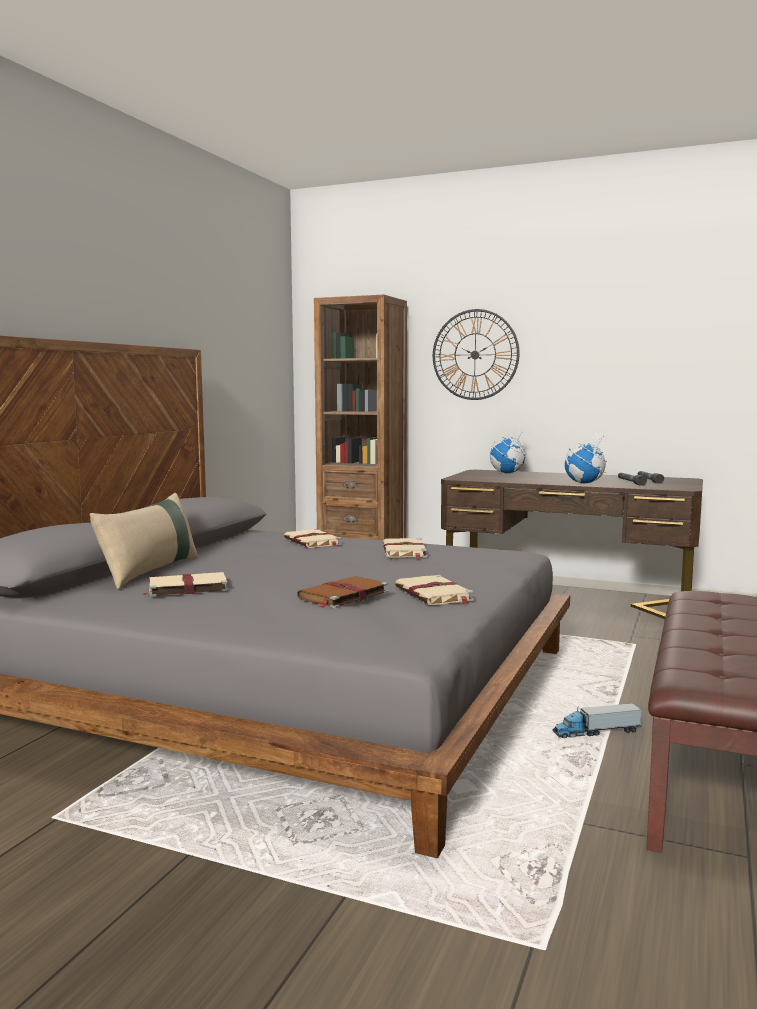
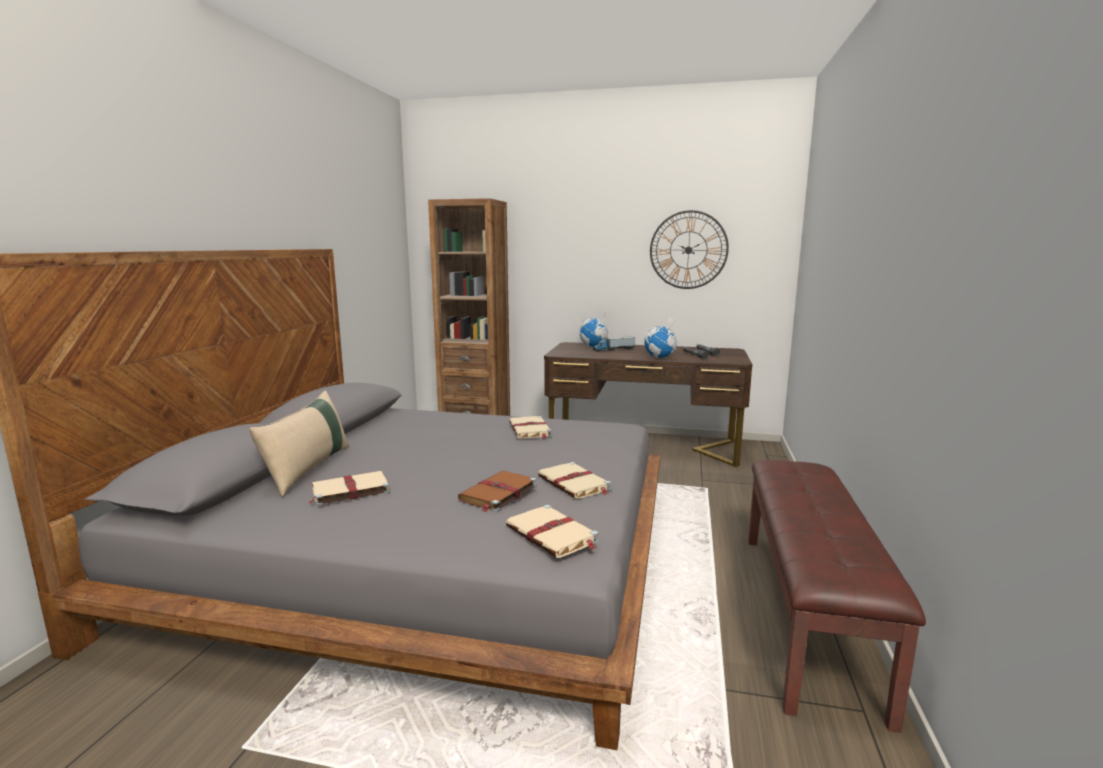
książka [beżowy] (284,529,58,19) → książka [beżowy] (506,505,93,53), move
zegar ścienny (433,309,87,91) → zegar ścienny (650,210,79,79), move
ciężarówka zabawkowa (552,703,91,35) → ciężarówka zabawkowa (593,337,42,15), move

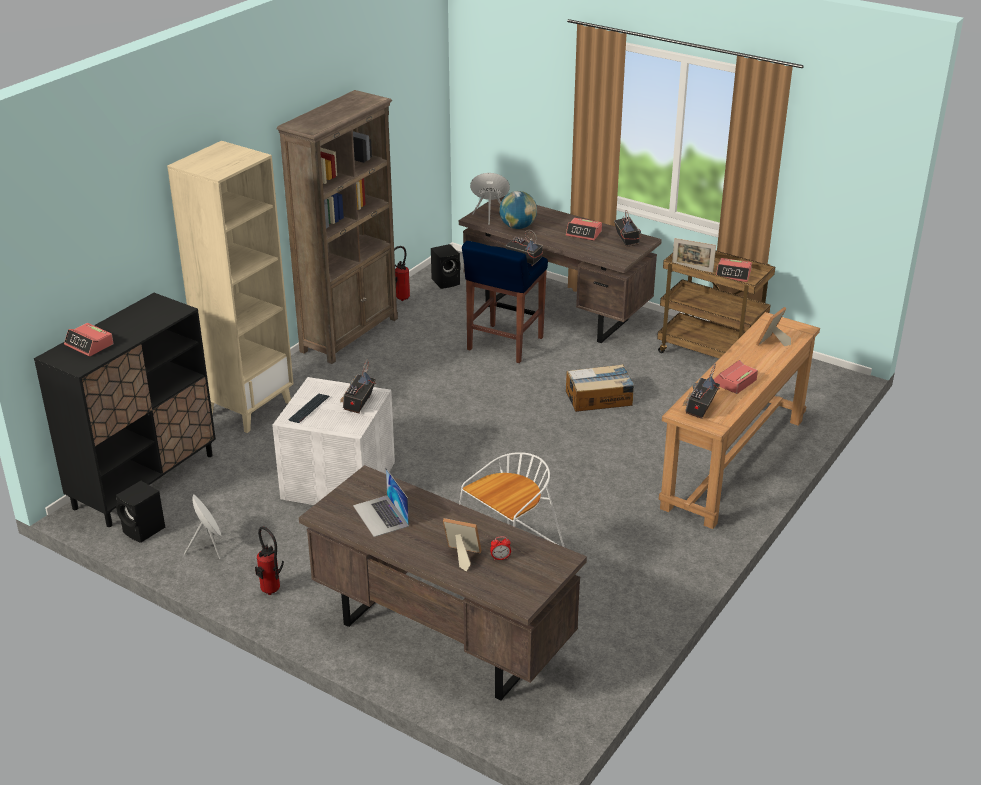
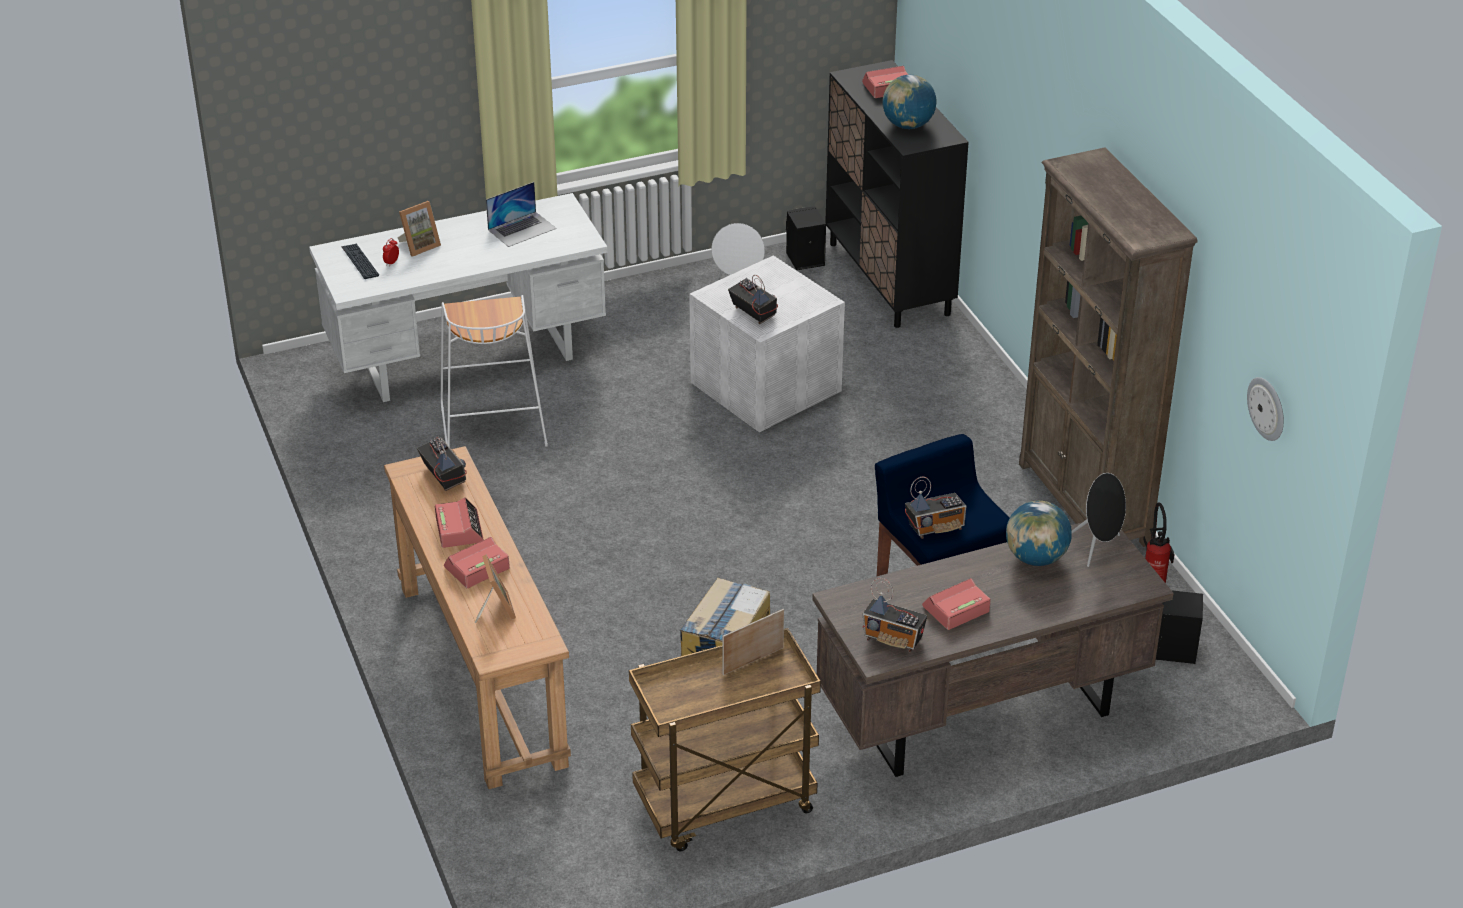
regał [beżowy] (167,141,127,292) → -
gaśnica (255,526,29,69) → -
klawiatura (288,393,42,30) → klawiatura (341,244,38,35), move
biurko [brązowy] (299,465,288,236) → biurko [biały] (309,193,299,209)
laptop (353,468,56,69) → laptop (486,182,70,65), 135 degrees clockwise
budzik (716,258,36,24) → budzik (444,537,66,51), move
- → globus (882,75,55,54)
- → zegar ścienny (1247,377,37,64)

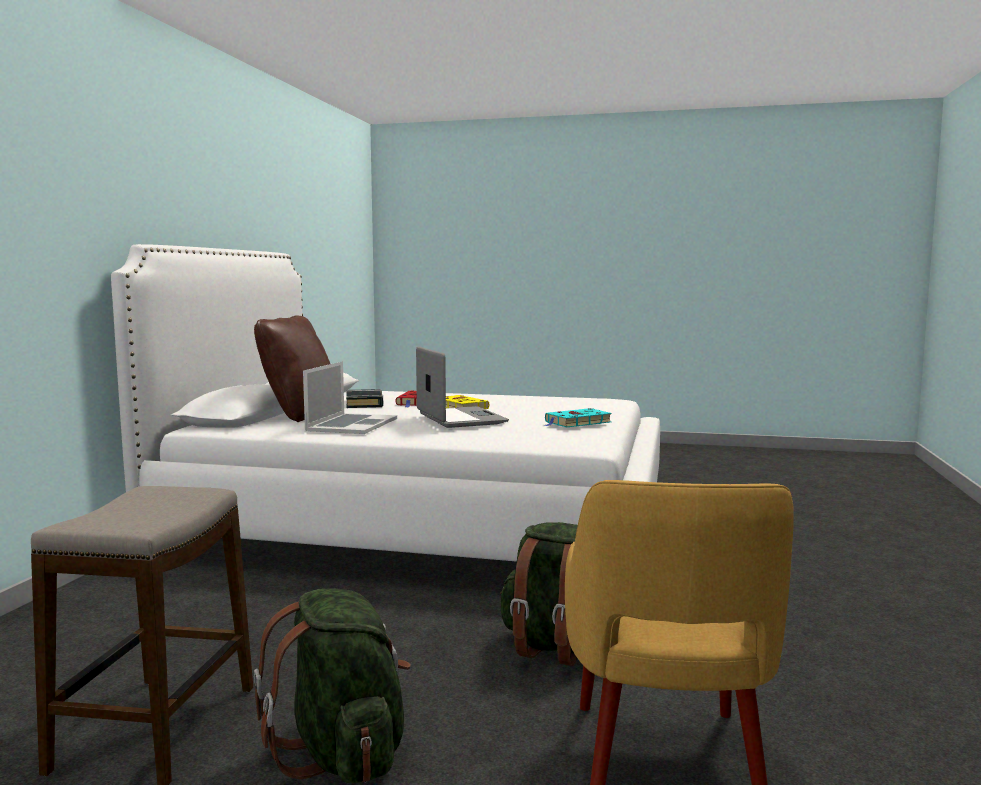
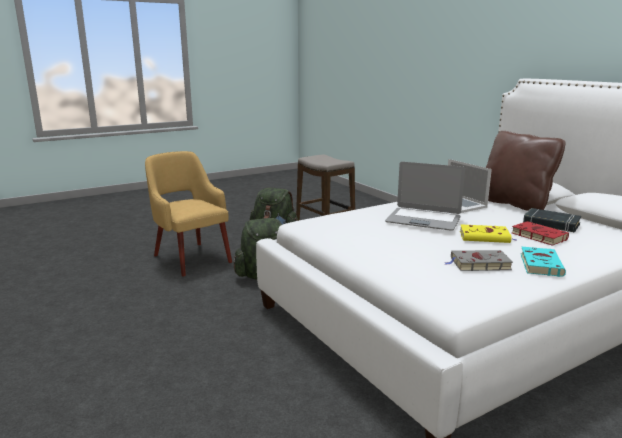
książka [turkusowy] (545,408,67,20) → książka [turkusowy] (521,246,45,31), move
- → książka [szary] (445,250,68,21)

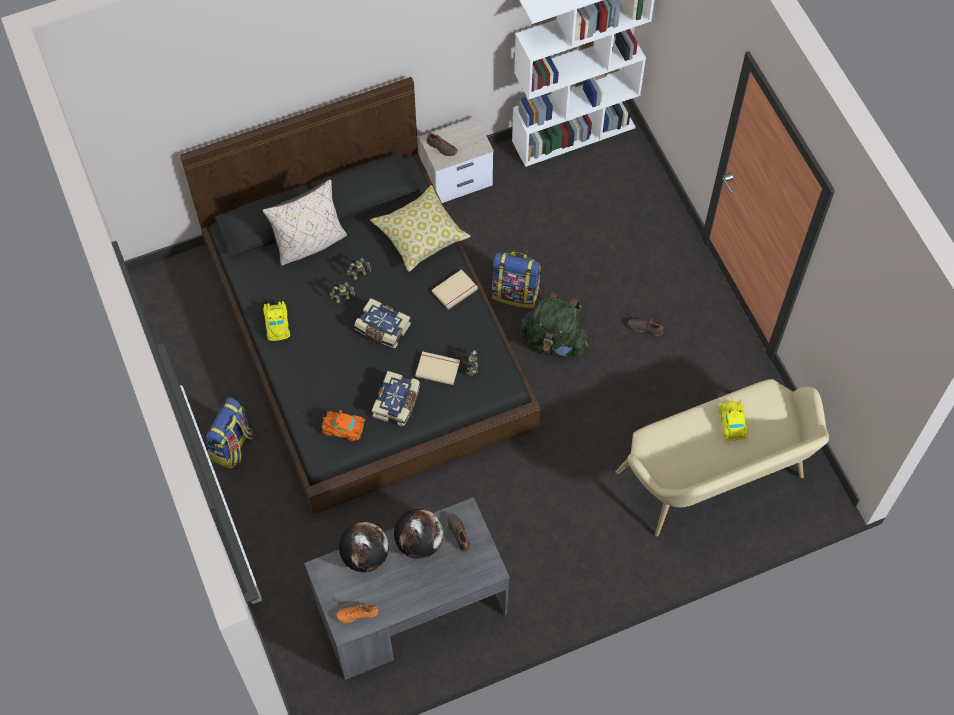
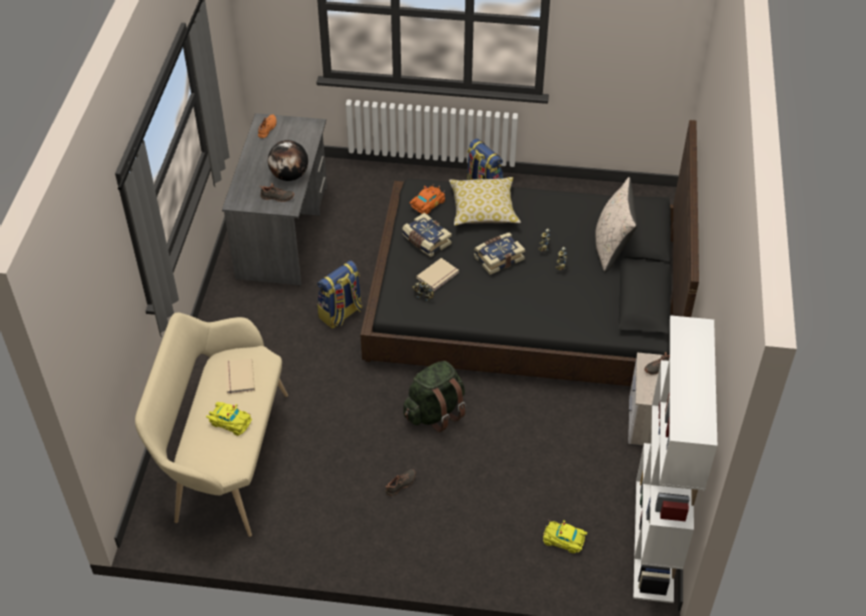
samochodzik [żółty] (263,301,27,40) → samochodzik [żółty] (543,520,44,33), move
globus (339,522,50,50) → -
poduszka (370,185,101,87) → poduszka (449,177,72,49), move
książka [beżowy] (432,269,46,41) → książka [beżowy] (225,358,30,36), move
plecak (492,252,48,56) → plecak (317,260,45,69), move

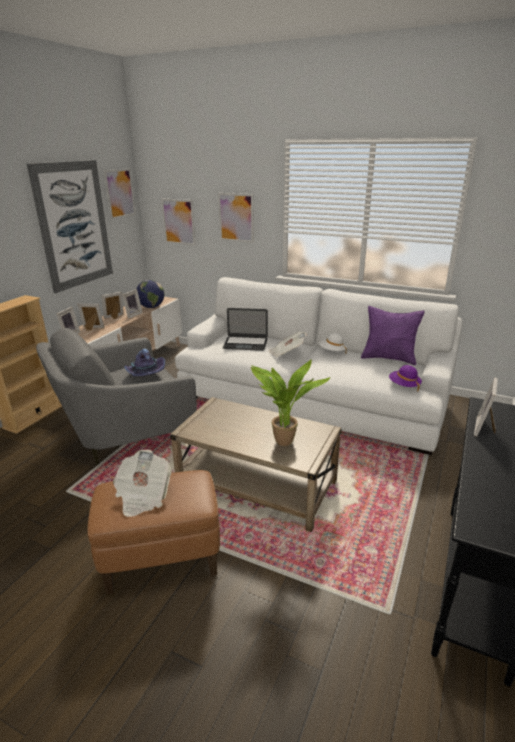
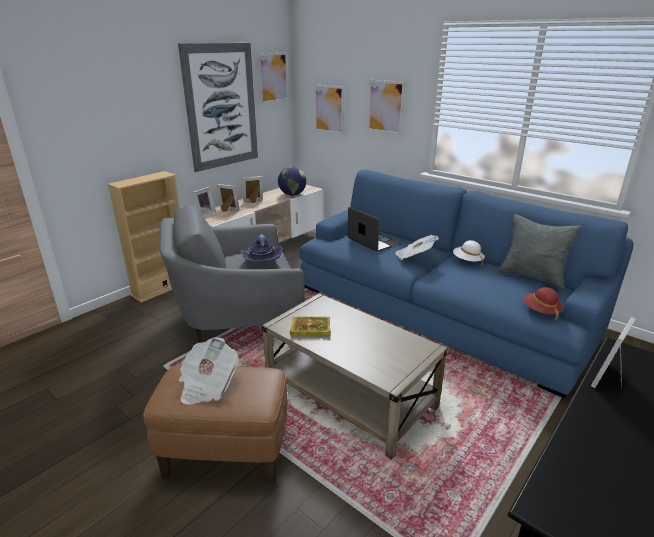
ramka na zdjęcie (122,289,21,30) → -
kanapa [biały] (175,277,288,178) → kanapa [niebieski] (300,170,334,228)
laptop (222,308,46,43) → laptop (348,207,54,45), 150 degrees counterclockwise
roślina doniczkowa (251,360,79,86) → -
poduszka [fioletowy] (361,306,64,59) → poduszka [szary] (498,214,84,75)
kapelusz [fioletowy] (389,365,33,27) → kapelusz [czerwony] (523,287,40,33)
- → książka (290,316,41,19)

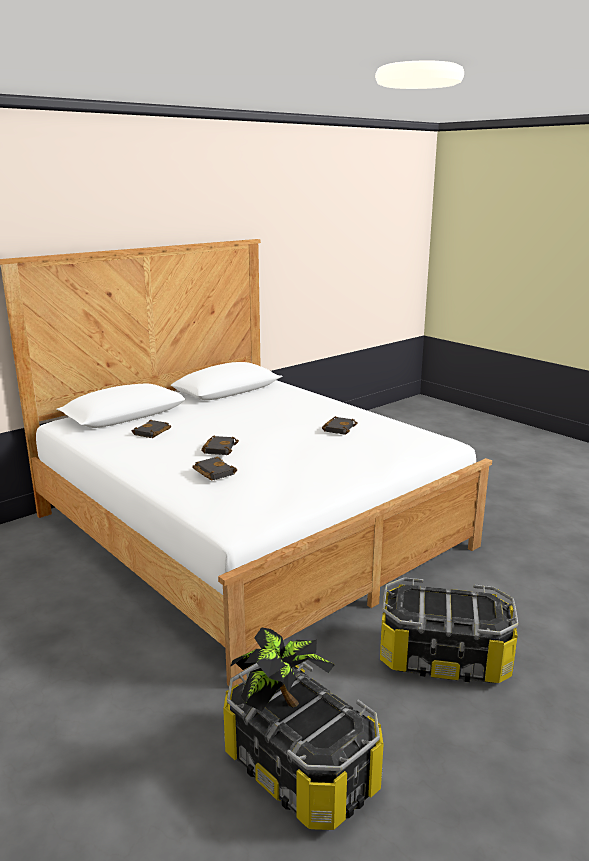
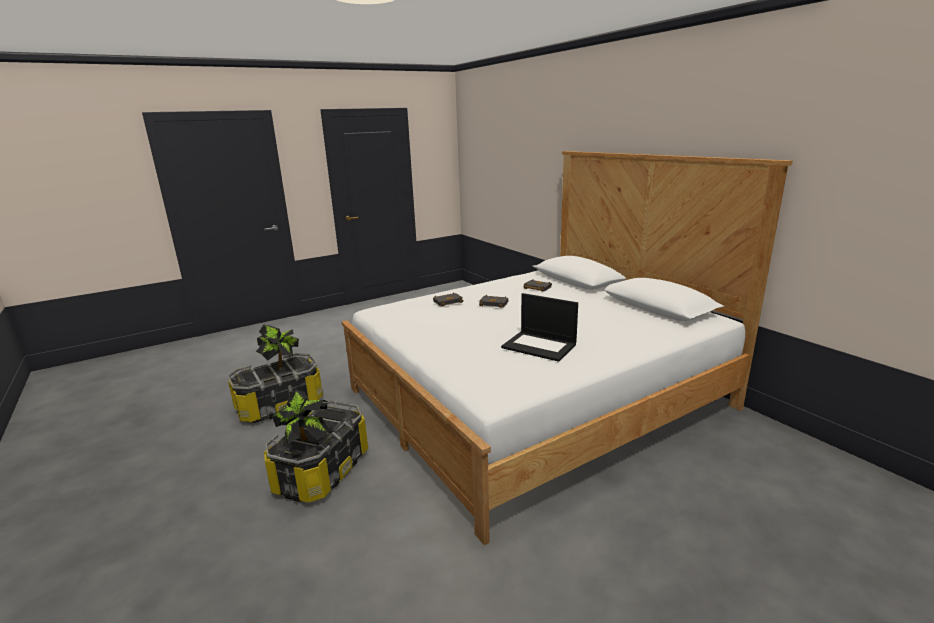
książka [czarny] (322,416,36,19) → laptop (501,293,77,69)
- → roślina doniczkowa (272,389,58,58)

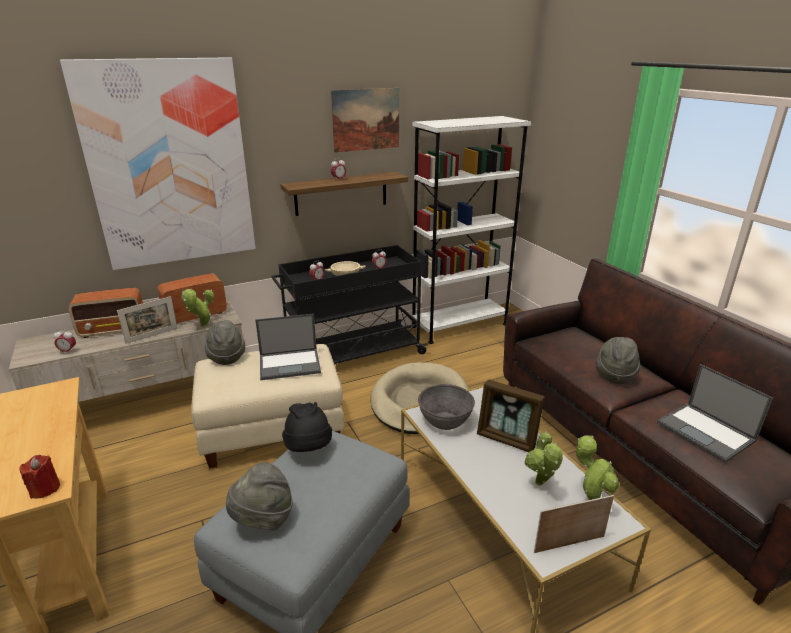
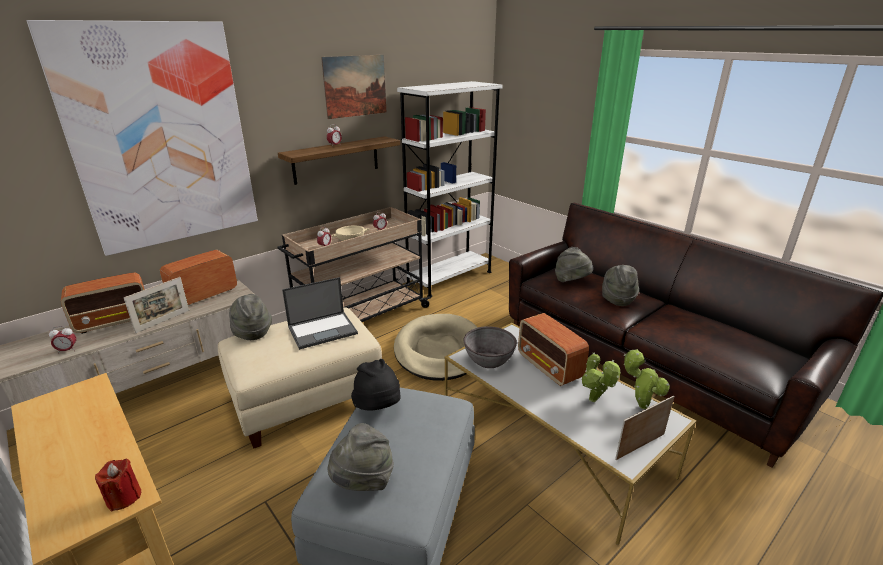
roślina doniczkowa (181,289,33,38) → -
wózek [czarny] (271,245,157,119) → wózek [beżowy] (277,207,154,115)
ramka na zdjęcie (477,379,68,73) → radio (518,313,71,73)
laptop (657,364,116,99) → -
- → kapelusz [szary] (555,247,38,35)

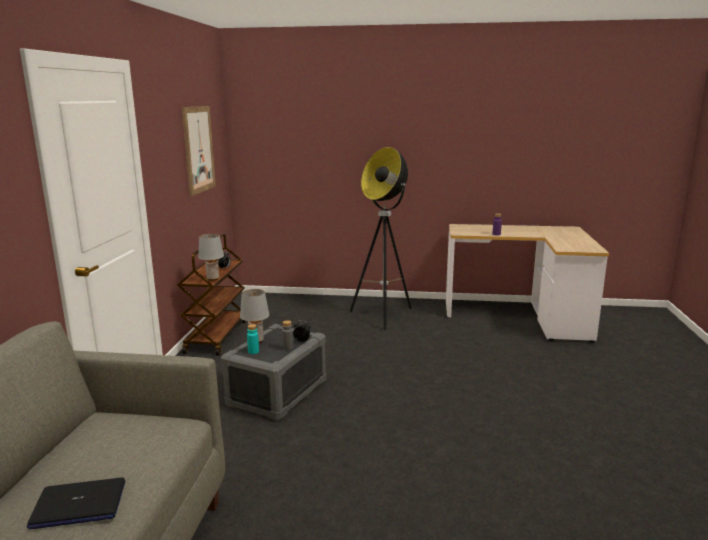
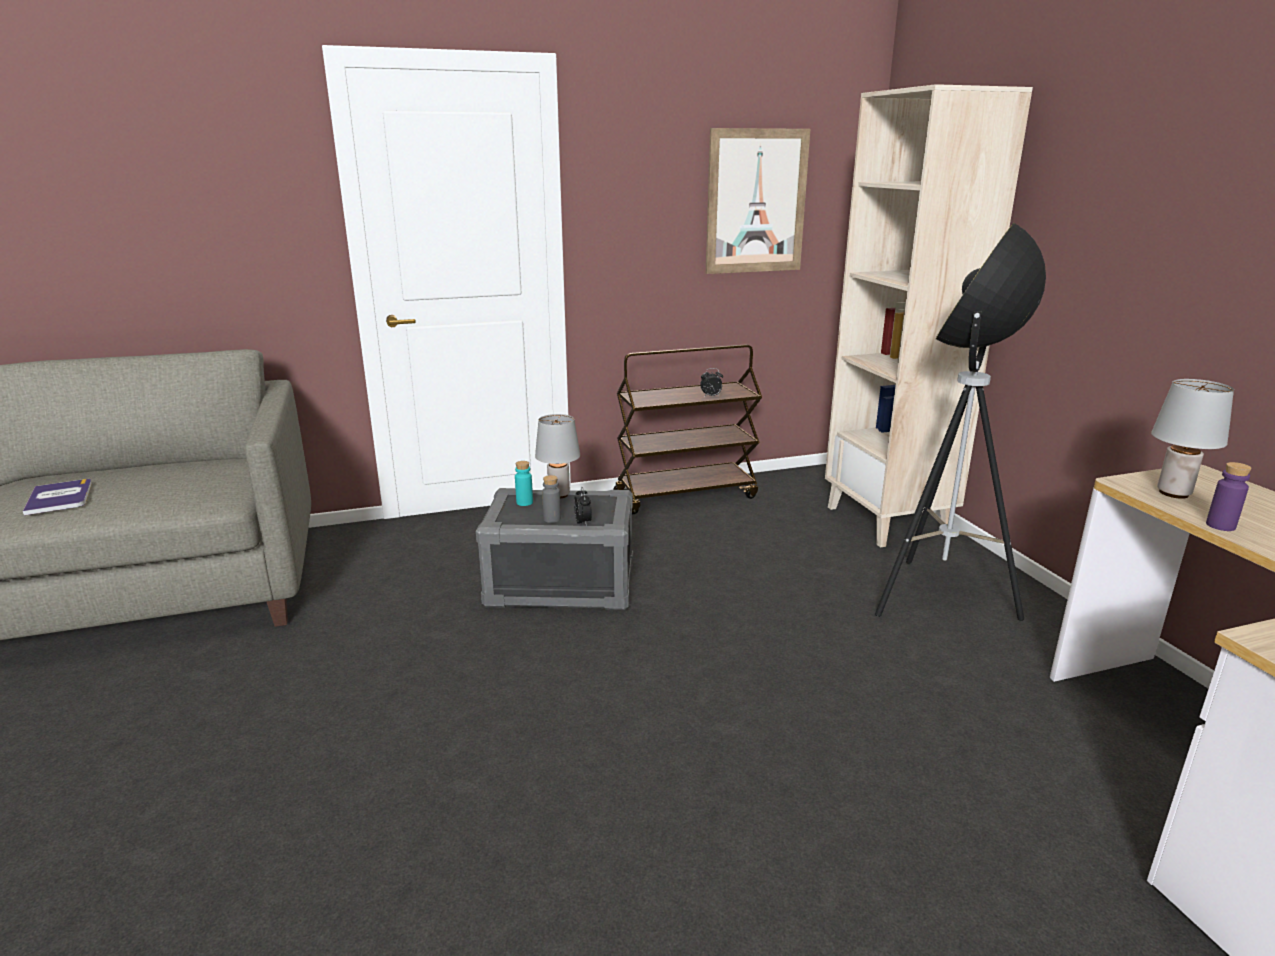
laptop (27,478,98,52) → książka (23,479,69,36)
lampa stołowa [szary] (198,234,26,47) → lampa stołowa [szary] (1151,379,83,120), move
- → regał [beżowy] (825,84,208,464)

